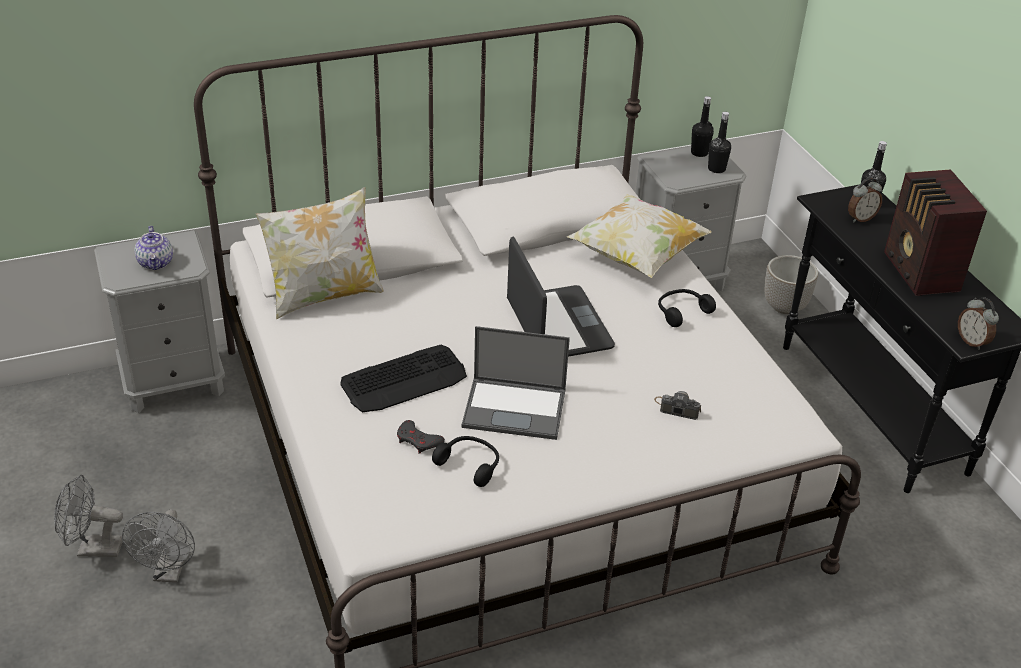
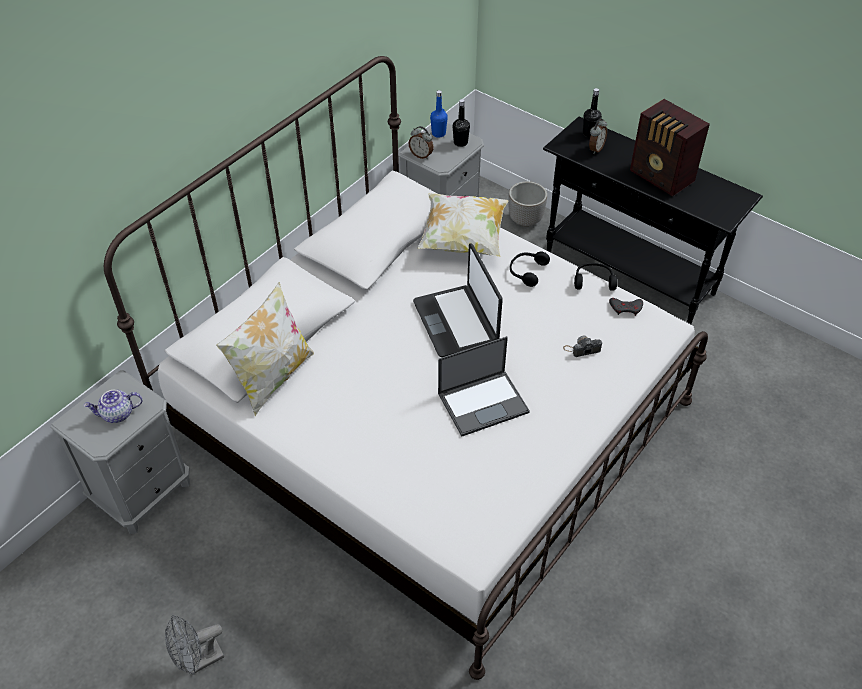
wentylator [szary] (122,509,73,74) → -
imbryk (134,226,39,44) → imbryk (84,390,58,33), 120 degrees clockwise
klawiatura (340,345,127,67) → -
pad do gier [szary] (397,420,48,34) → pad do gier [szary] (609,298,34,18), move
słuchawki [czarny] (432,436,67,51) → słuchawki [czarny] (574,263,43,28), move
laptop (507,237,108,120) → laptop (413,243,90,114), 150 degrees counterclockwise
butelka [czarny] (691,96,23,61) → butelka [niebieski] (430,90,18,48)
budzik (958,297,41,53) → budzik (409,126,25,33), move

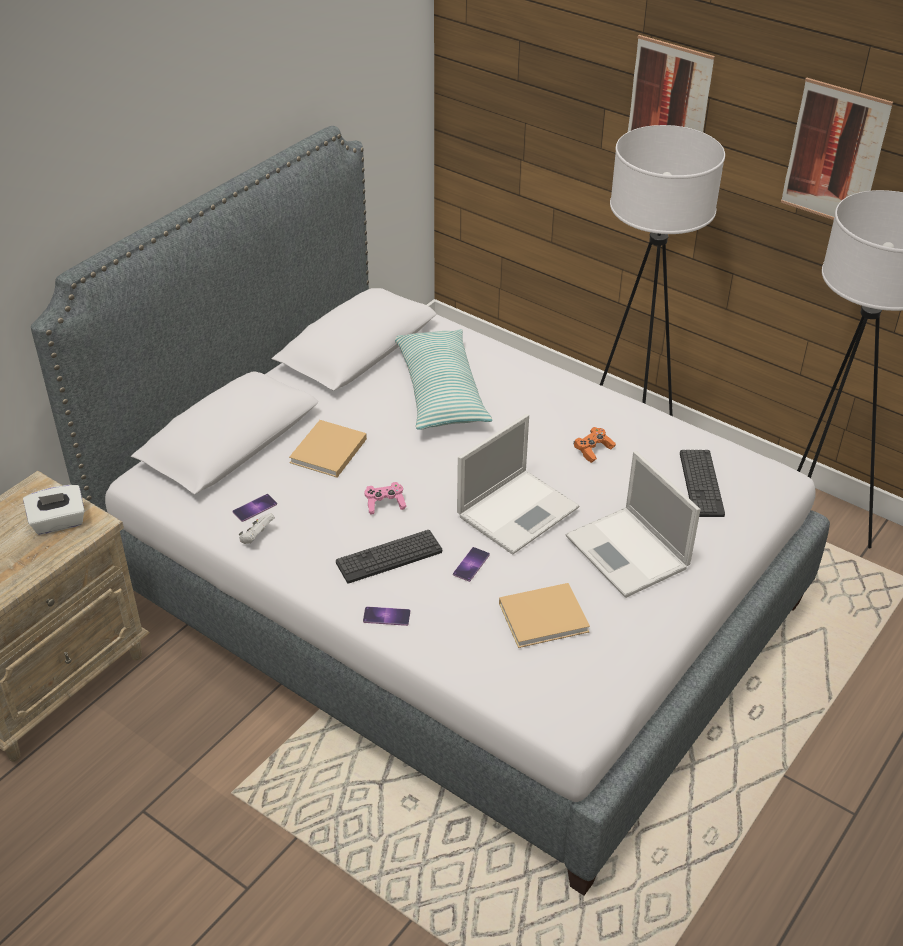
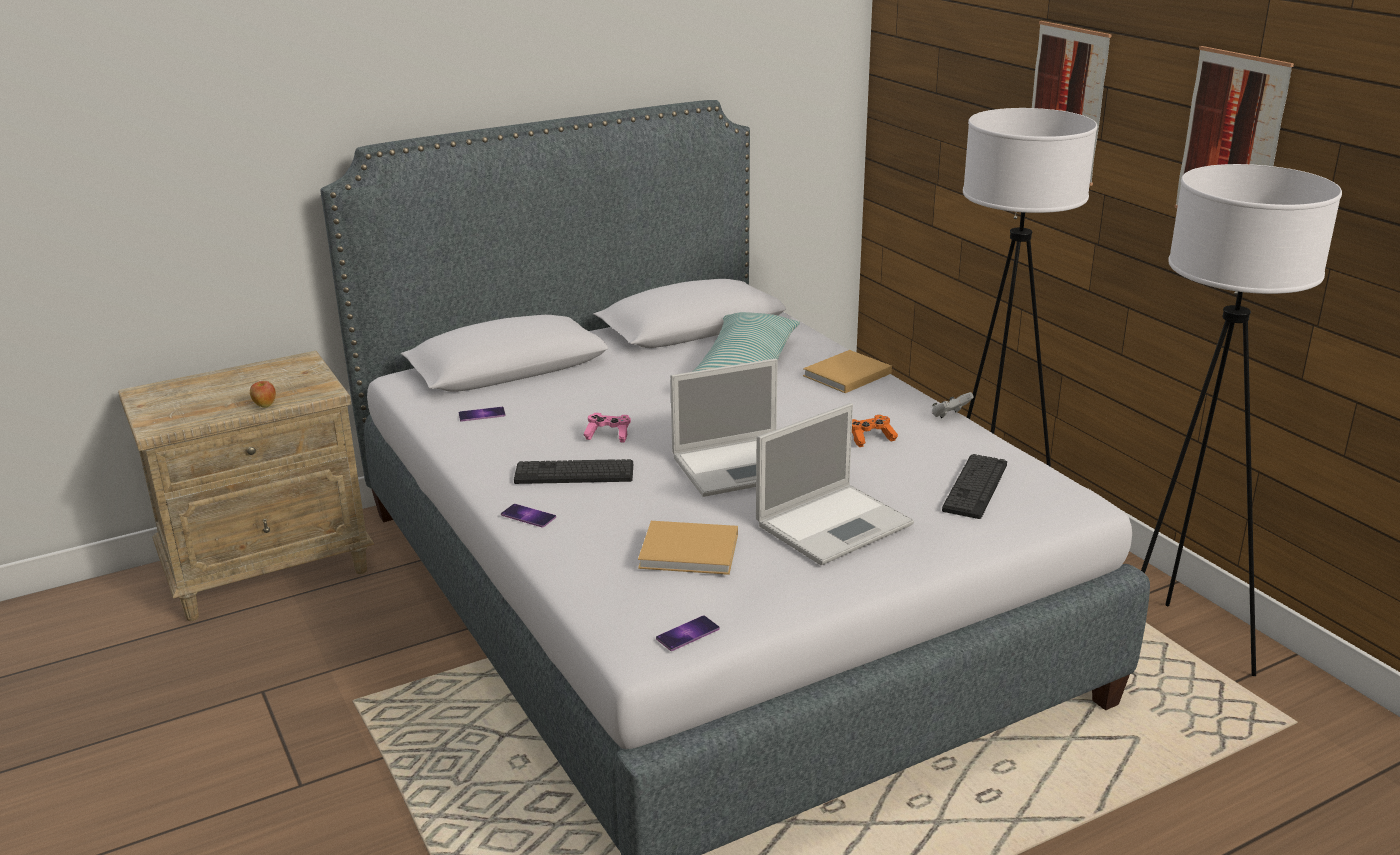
pudełko chusteczek [biały] (23,485,62,50) → -
pad do gier [biały] (239,513,36,31) → pad do gier [biały] (932,392,42,26), move
książka [beżowy] (289,420,78,57) → książka [beżowy] (803,350,89,43), move
telefon (453,547,37,35) → telefon (656,615,64,36), move
laptop (566,451,135,147) → laptop (756,403,158,162), 120 degrees counterclockwise
- → jabłko (250,381,26,27)

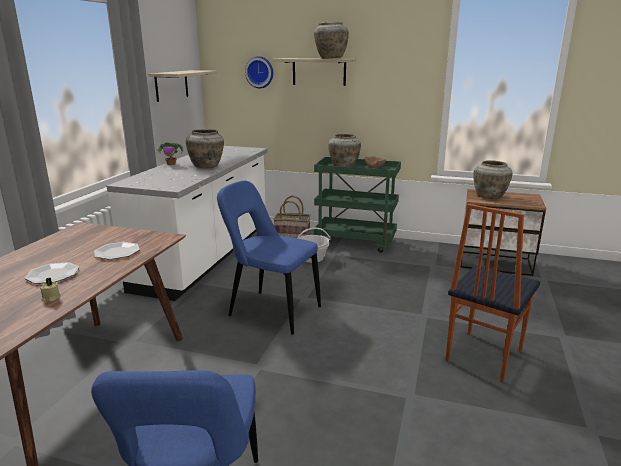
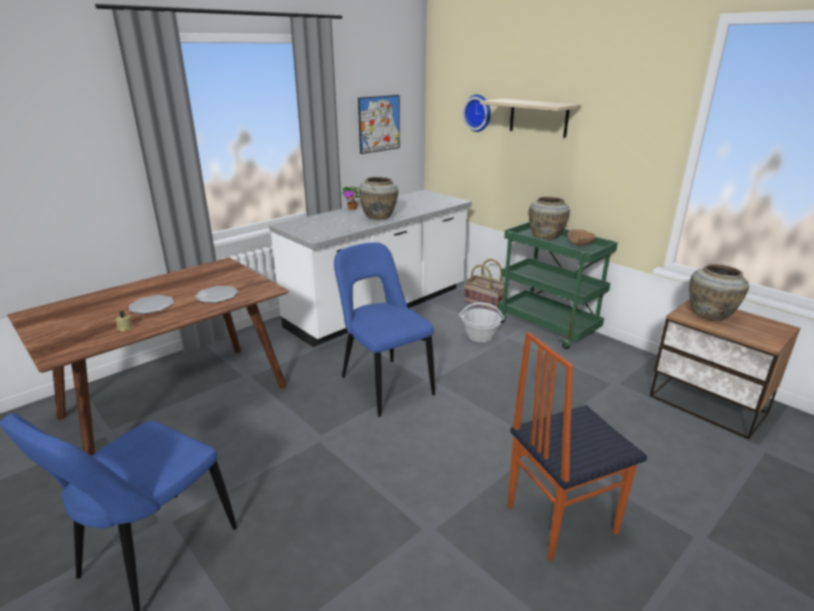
półka (148,70,70,32) → obraz (358,95,42,59)
wazon [beżowy] (314,22,35,37) → -

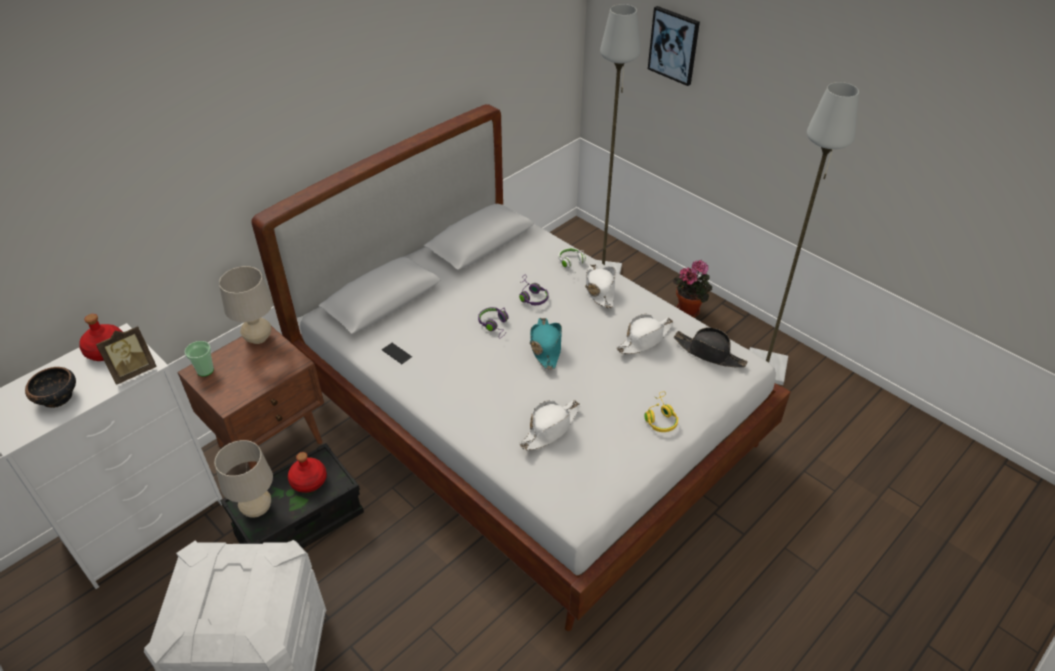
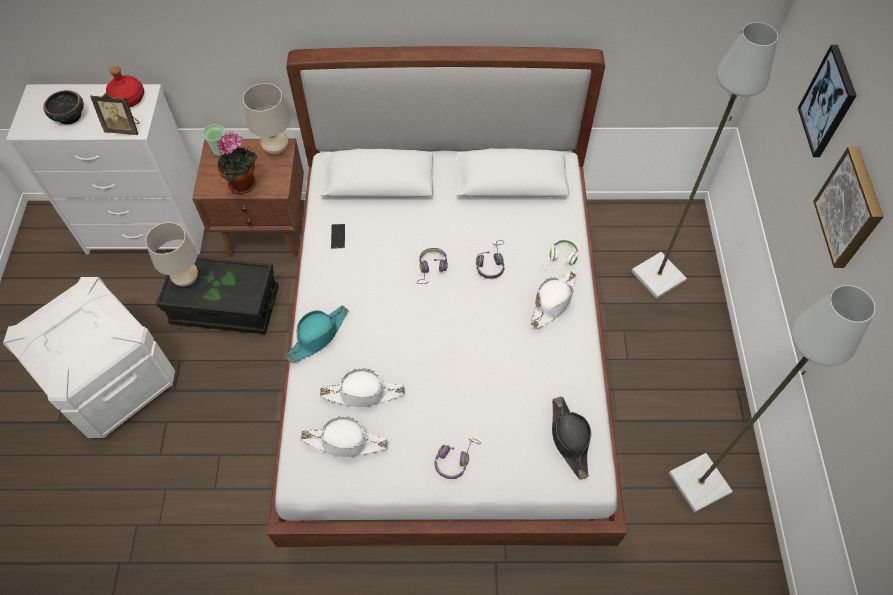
butelka [czerwony] (288,452,39,41) → -
kapelusz [turkusowy] (530,318,32,52) → kapelusz [turkusowy] (285,305,64,57), move
kapelusz [biały] (616,314,58,40) → kapelusz [biały] (301,416,87,41), move
słuchawki [żółty] (644,391,34,41) → słuchawki [fioletowy] (435,438,46,41)
roślina doniczkowa (673,260,39,58) → roślina doniczkowa (217,132,40,62), move
- → obraz (814,146,70,122)

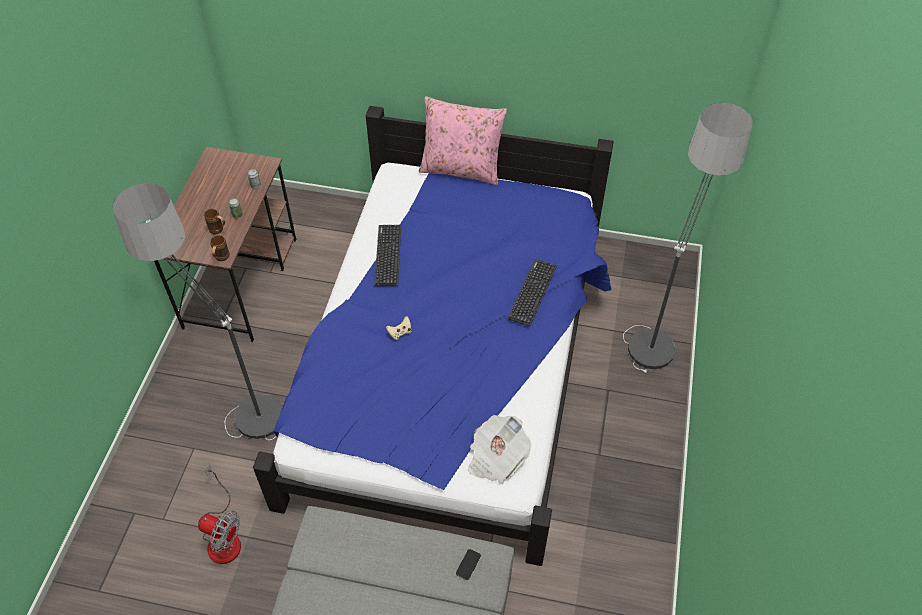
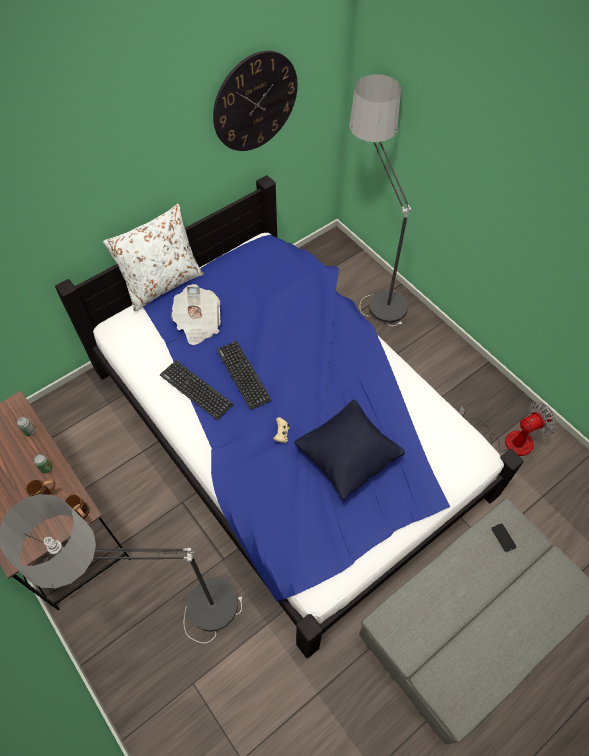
wentylator (198,463,43,101) → wentylator (459,401,98,55), move
poduszka [różowy] (419,96,88,89) → poduszka [biały] (103,204,101,108)
gazeta (468,415,63,69) → gazeta (171,284,49,61), move
klawiatura (507,259,50,67) → klawiatura (216,341,55,69), move
- → zegar ścienny (213,51,85,100)
- → poduszka [czarny] (294,400,111,100)

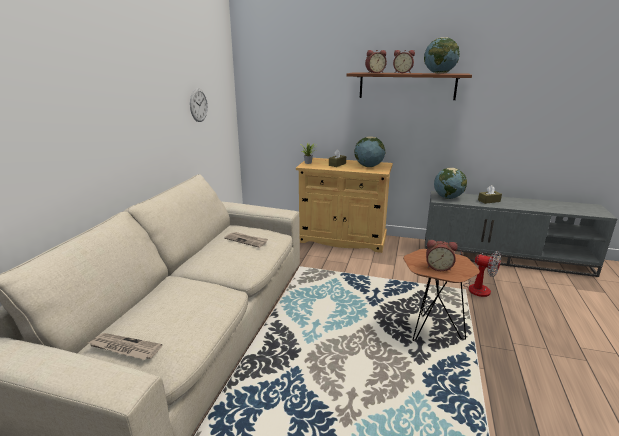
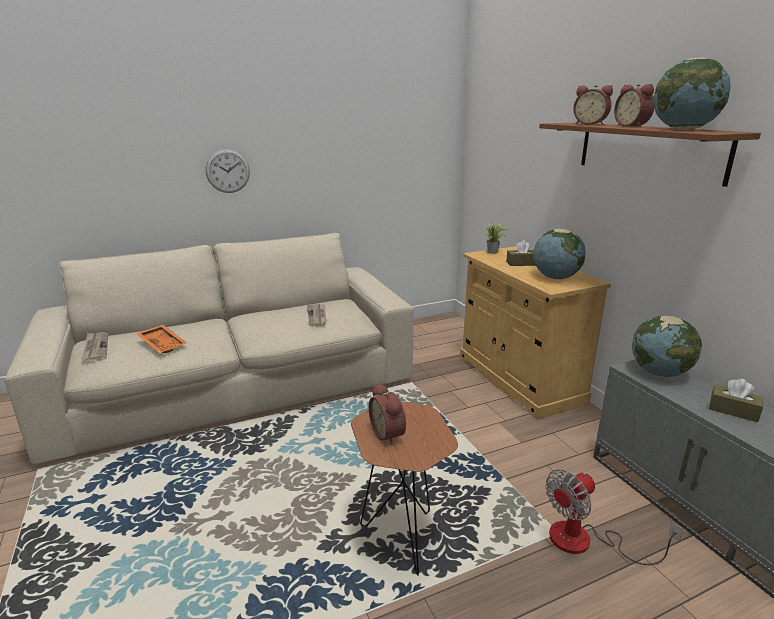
zegar ścienny (190,88,18,34) → zegar ścienny (206,149,44,44), move
wentylator (460,250,41,47) → wentylator (545,469,138,96), 60 degrees clockwise
- → taca [pomarańczowy] (136,325,51,28)

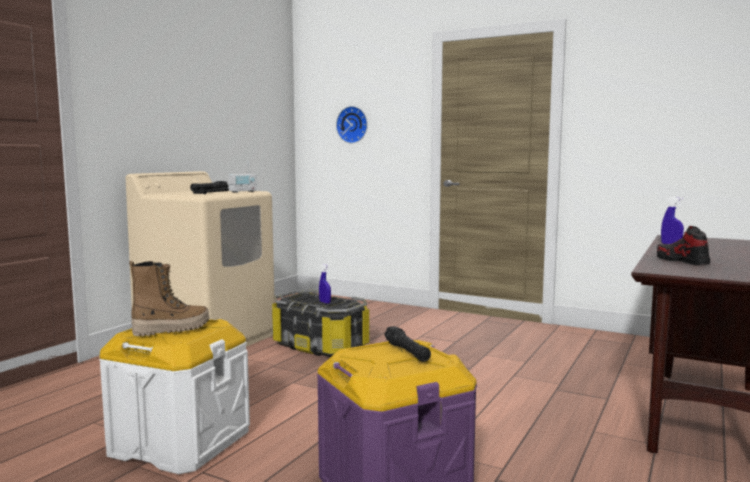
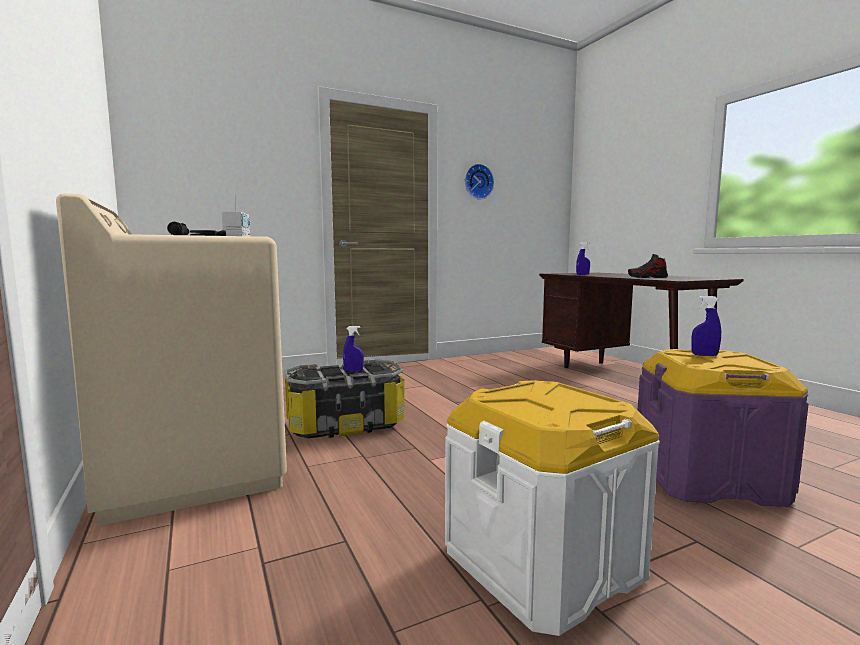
but z cholewką (129,261,80,75) → -
zegar ścienny (336,106,32,37) → zegar ścienny (465,164,29,35), move
latarka [czarny] (384,326,47,36) → spryskiwacz [niebieski] (691,296,30,60)

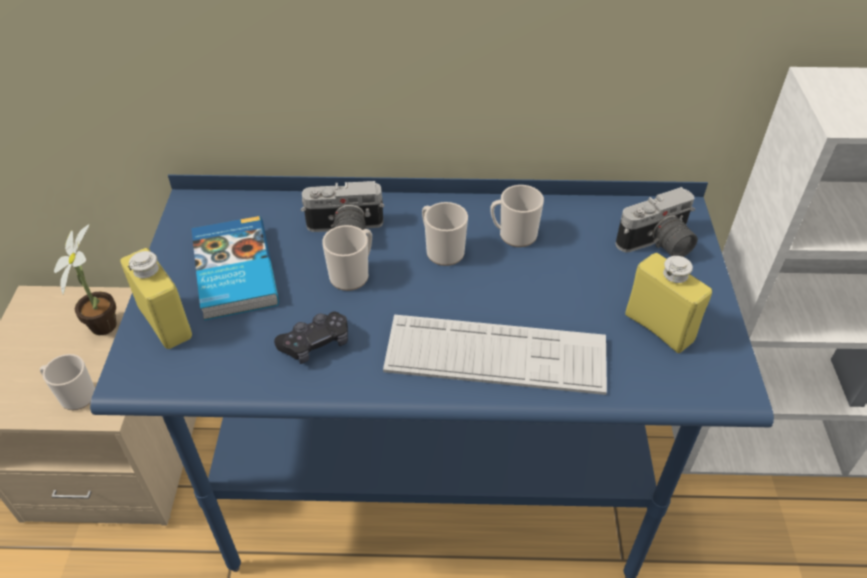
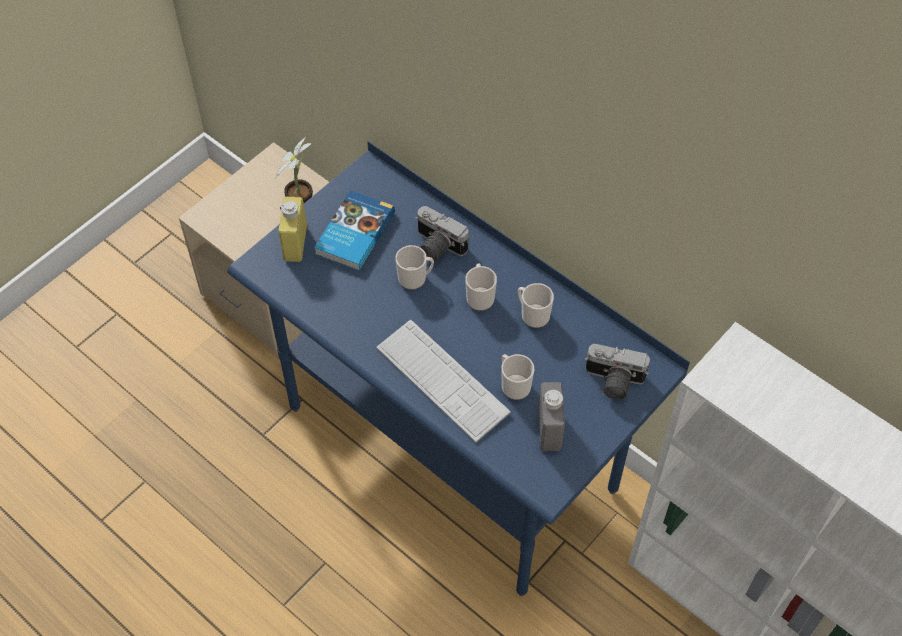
kubek (40,354,55,56) → kubek (501,354,33,46), move
pad do gier [czarny] (274,312,74,52) → -
butelka [żółty] (625,253,87,100) → butelka [szary] (538,382,27,69)

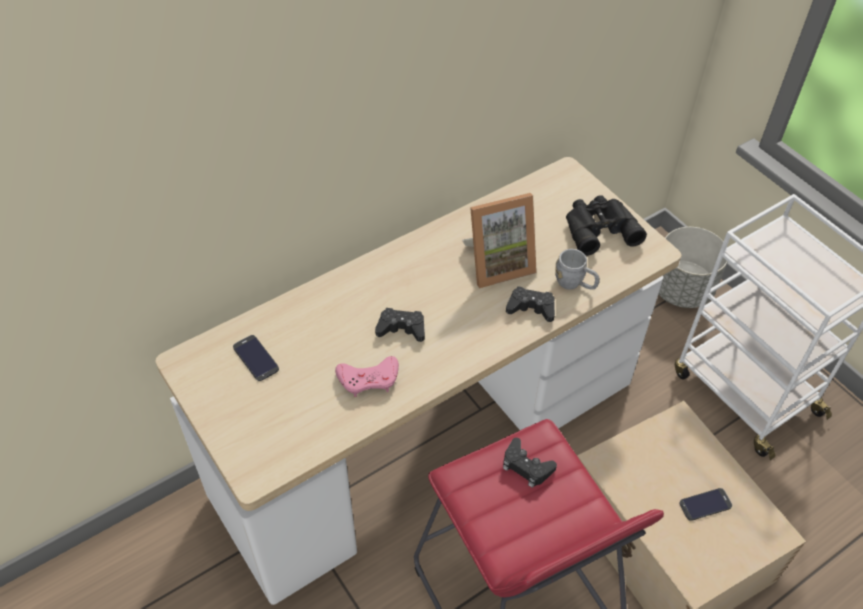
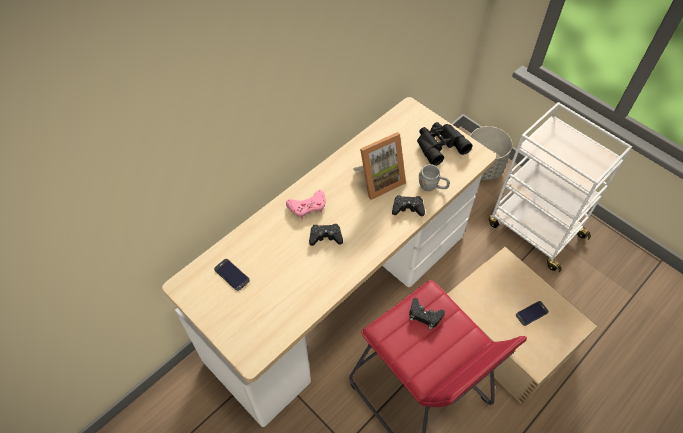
pad do gier [różowy] (335,356,64,41) → pad do gier [różowy] (286,190,40,29), move

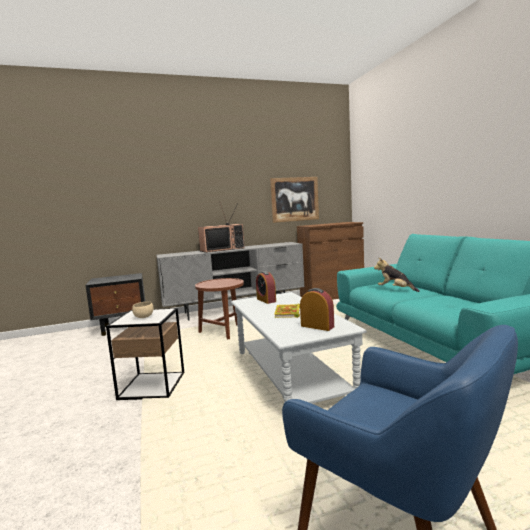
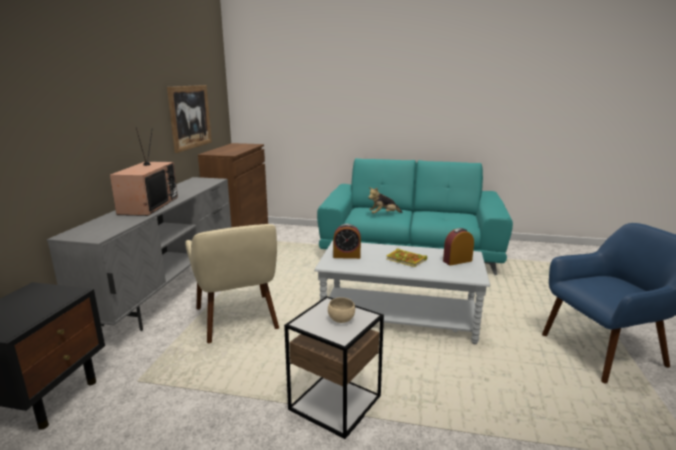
stolik [brązowy] (195,278,49,62) → fotel [beżowy] (185,224,94,119)

